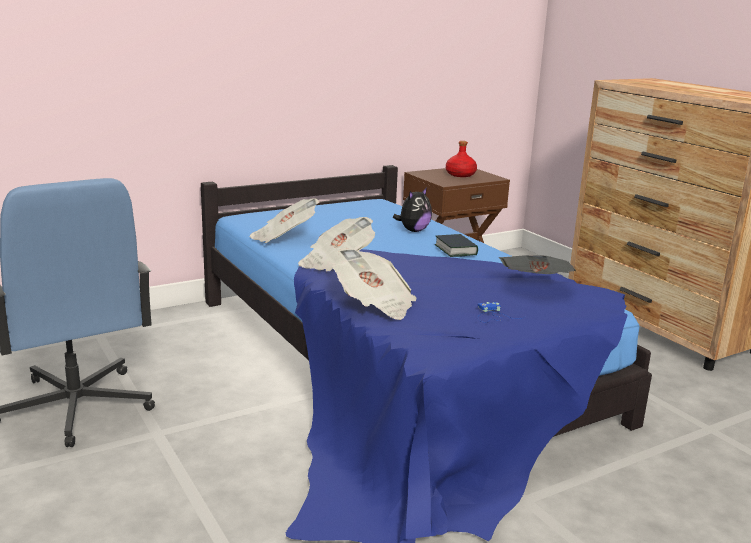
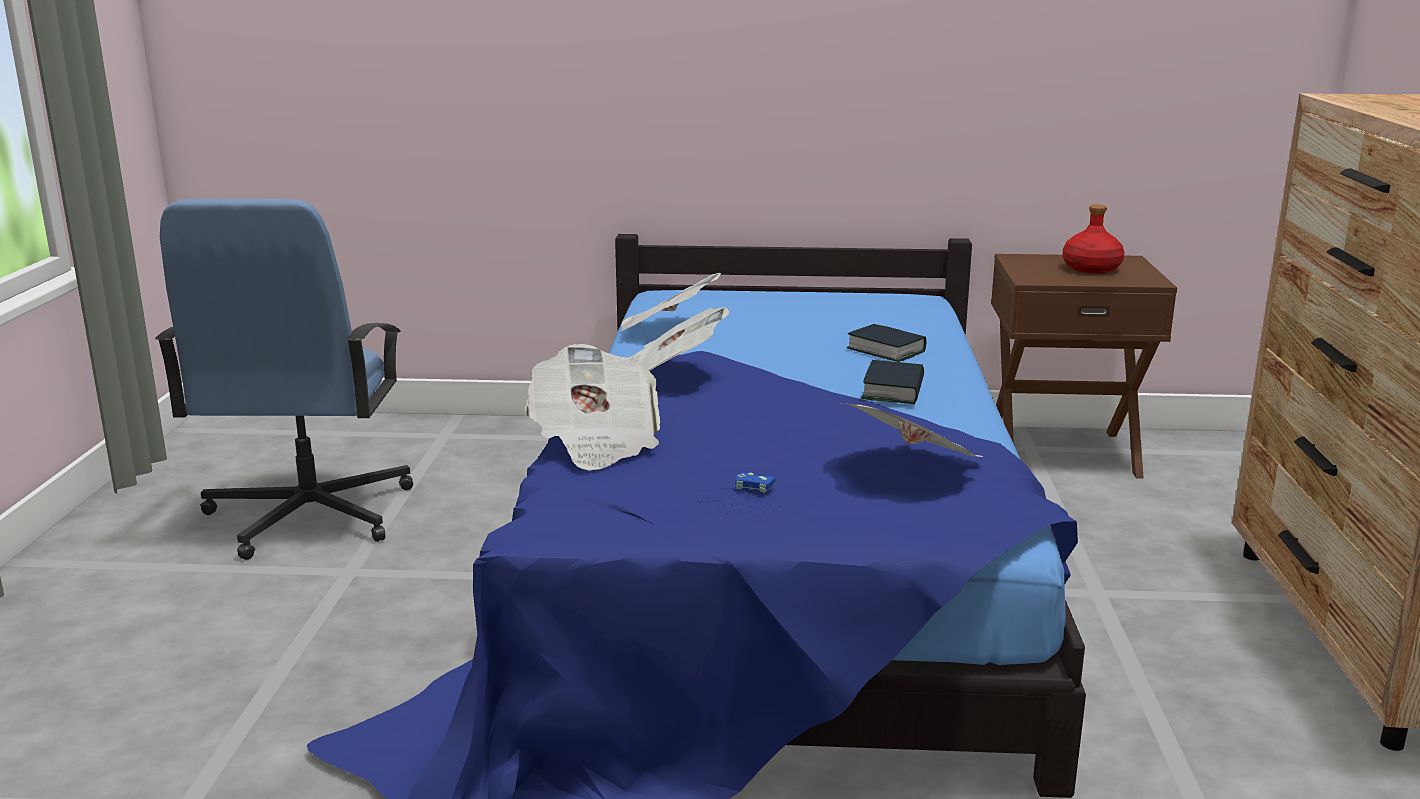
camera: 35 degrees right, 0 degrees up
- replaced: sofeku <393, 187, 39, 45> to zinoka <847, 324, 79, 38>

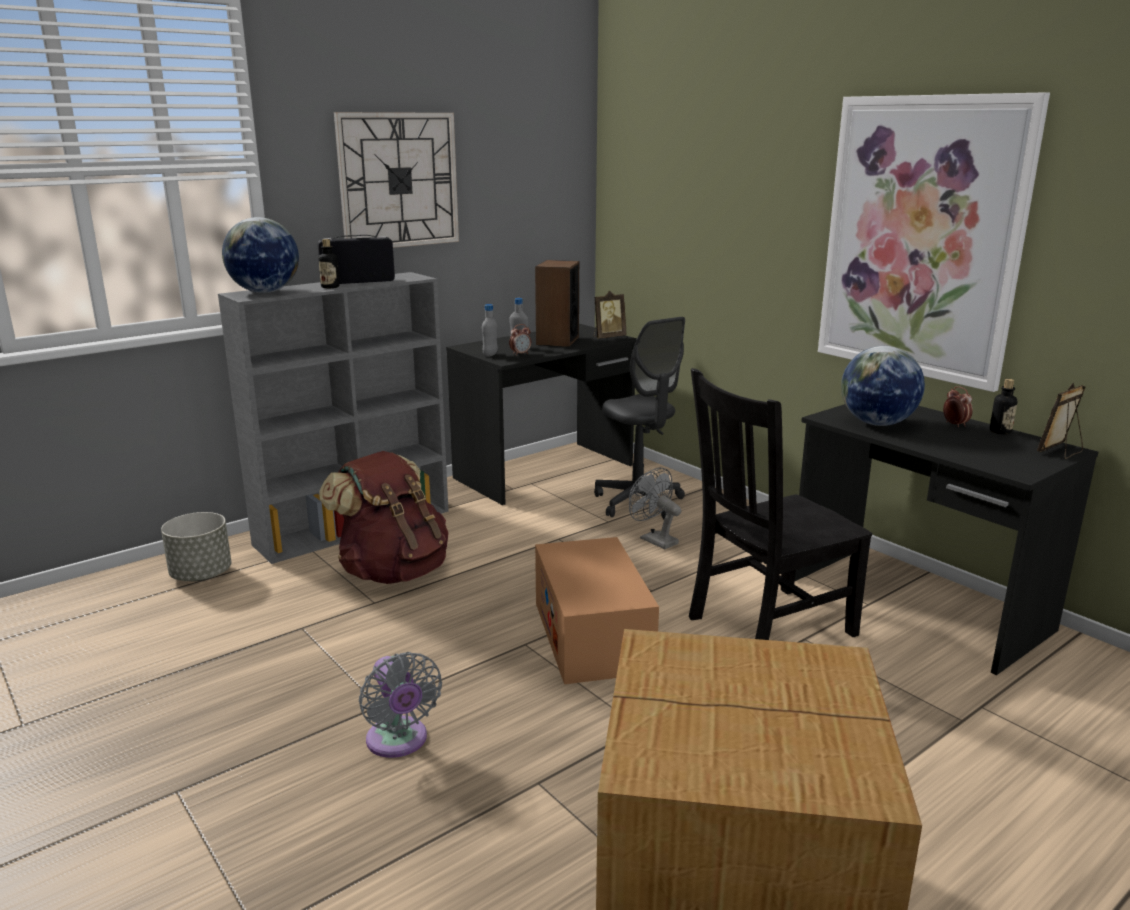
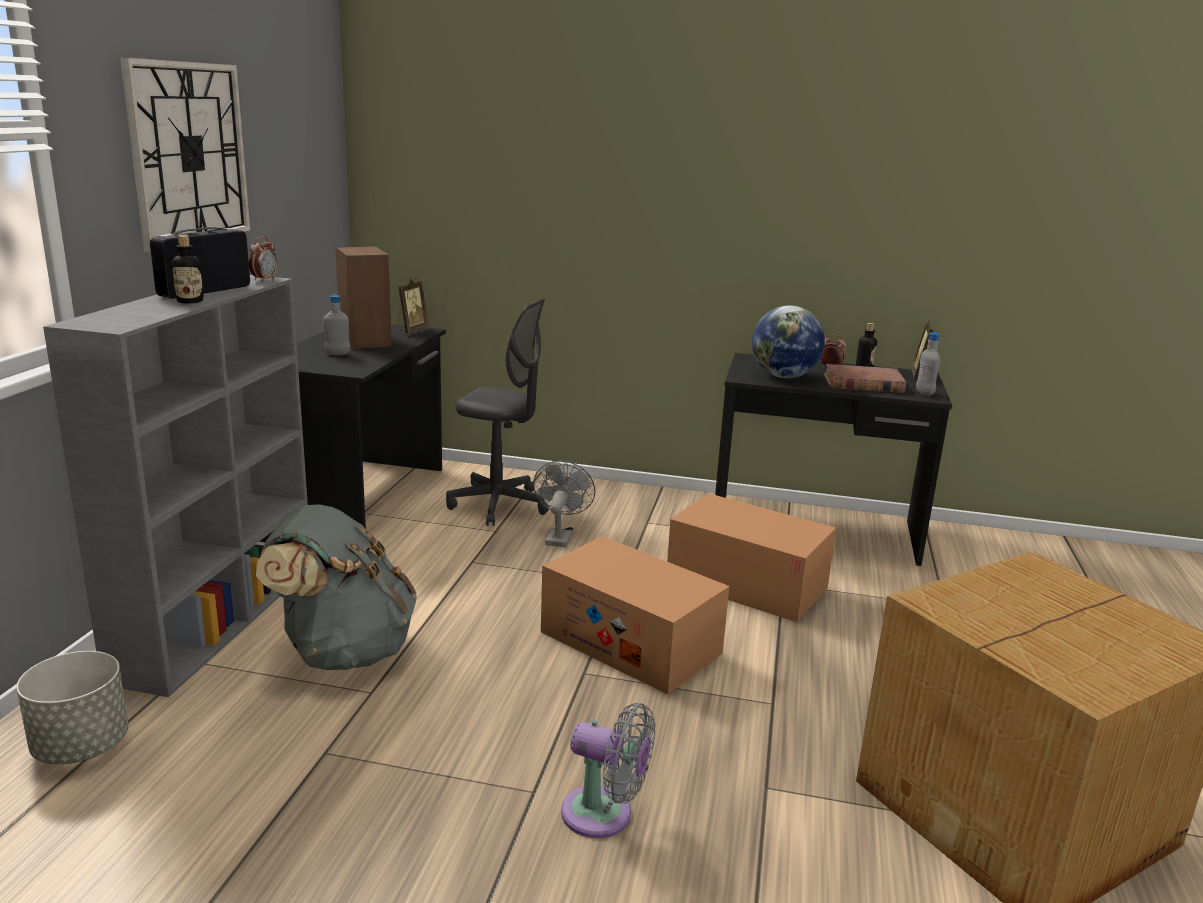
camera: 40 degrees left, 0 degrees up
- moved: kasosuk <509, 324, 22, 31> to <249, 236, 28, 46>
- recoloured: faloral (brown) <319, 451, 129, 133> to faloral (grey) <256, 504, 161, 166>
- turned: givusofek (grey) <629, 467, 52, 82> = <533, 461, 63, 86> 90 degrees clockwise
- replaced: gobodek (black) <689, 368, 183, 272> to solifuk <667, 493, 169, 129>
- added: zinoka (brown) <823, 364, 83, 29>
- moved: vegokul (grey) <482, 304, 16, 53> to <916, 332, 25, 64>
- removed: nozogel <222, 217, 77, 76>
- removed: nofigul <818, 92, 232, 300>

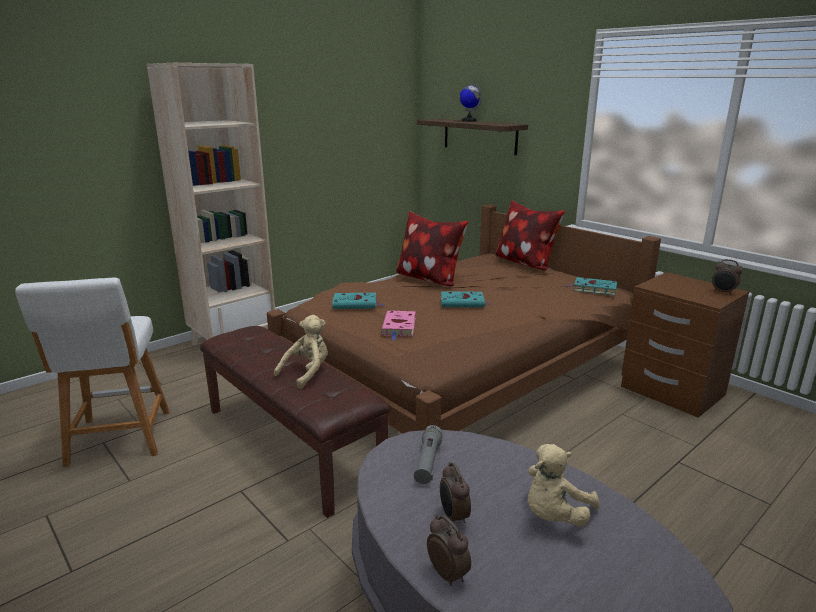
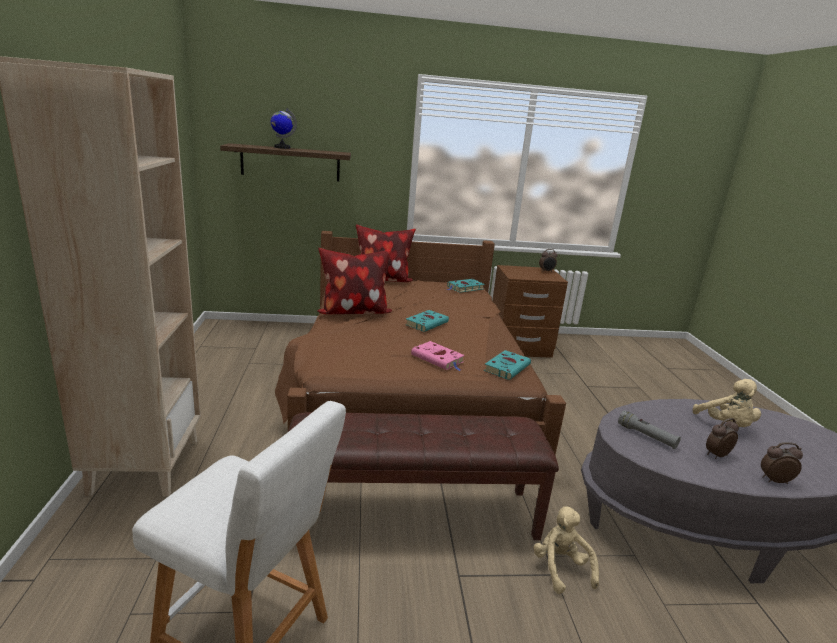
camera: 55 degrees left, 0 degrees up
- moved: zinoka (turquoise) <332, 293, 52, 16> to <484, 350, 47, 30>
- moved: sofeku (beige) <274, 315, 54, 74> to <533, 506, 66, 88>
- turned: kasosuk <440, 462, 31, 61> = <706, 418, 33, 41> 135 degrees clockwise

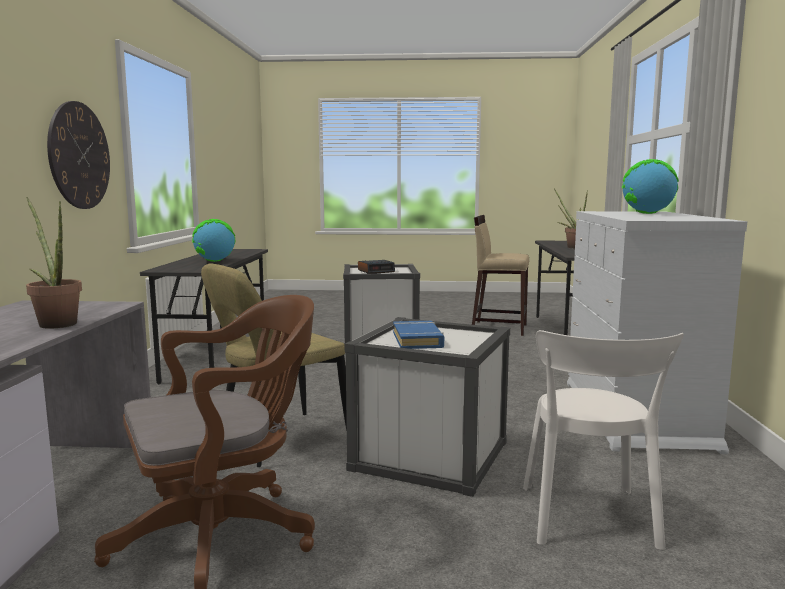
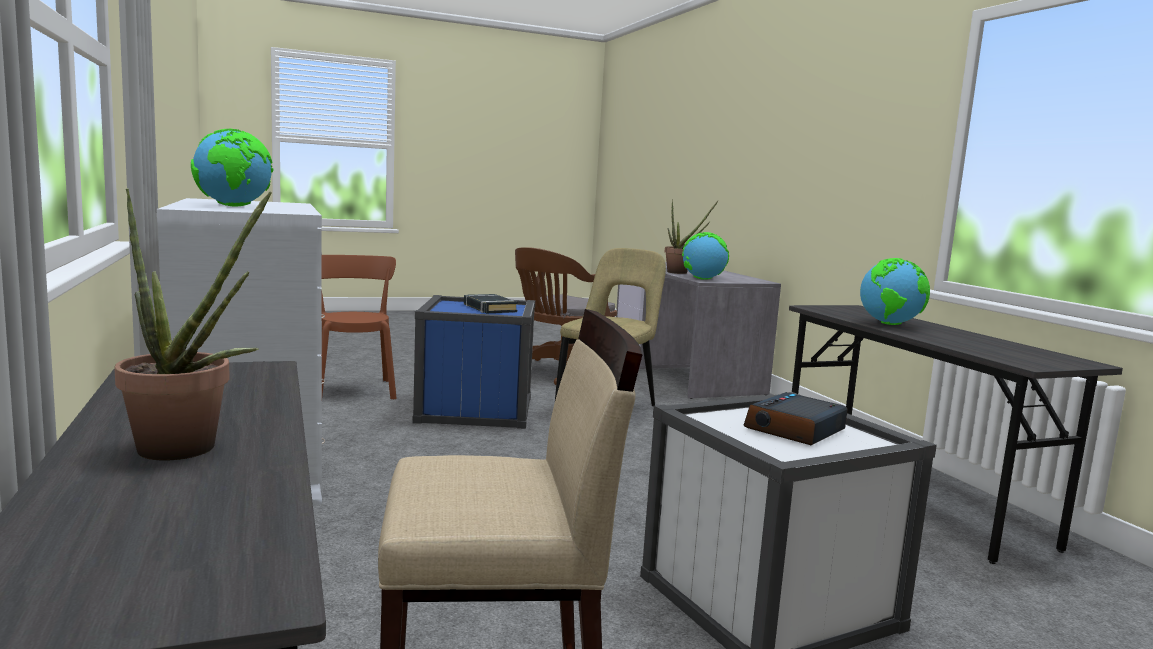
camera: 155 degrees right, 0 degrees up
- recoloured: gobodek (white) <523, 330, 161, 220> to gobodek (brown) <321, 255, 76, 144>
- recoloured: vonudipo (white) <345, 317, 165, 180> to vonudipo (blue) <412, 295, 123, 134>
- recoloured: zinoka (blue) <393, 321, 51, 28> to zinoka (black) <464, 294, 54, 19>
- added: nozogel <682, 232, 47, 48>
- removed: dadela <47, 101, 63, 108>

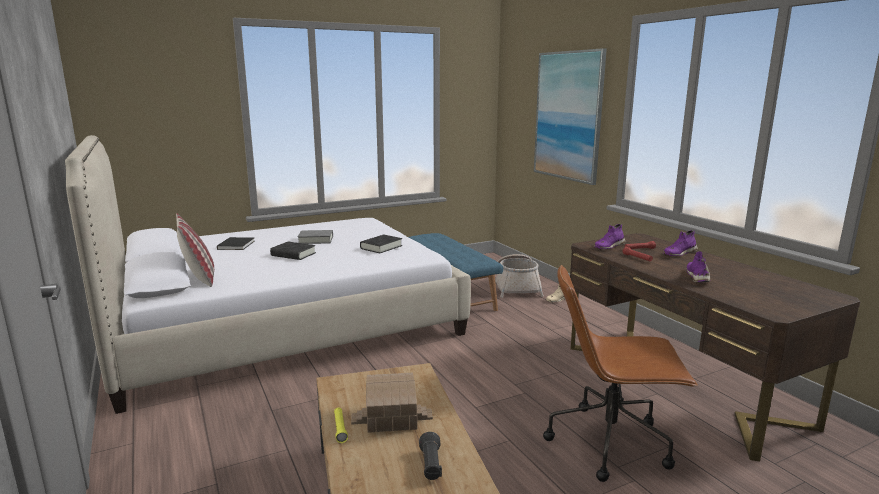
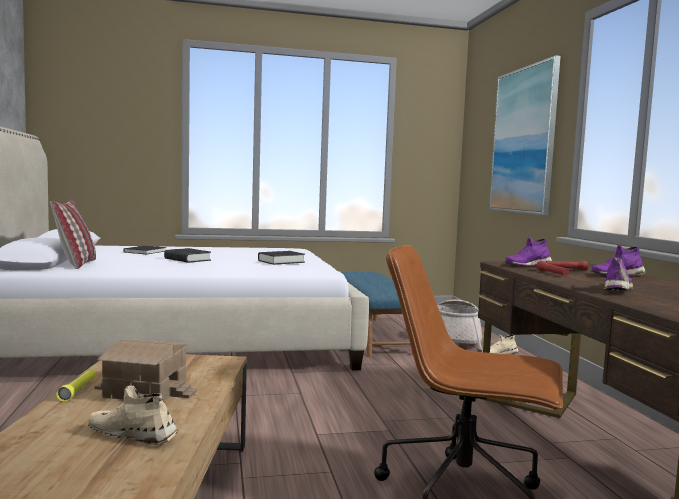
camera: 15 degrees right, 10 degrees down
- replaced: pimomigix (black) <419, 432, 23, 48> to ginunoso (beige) <88, 386, 90, 59>
- removed: zinoka (grey) <298, 230, 35, 14>

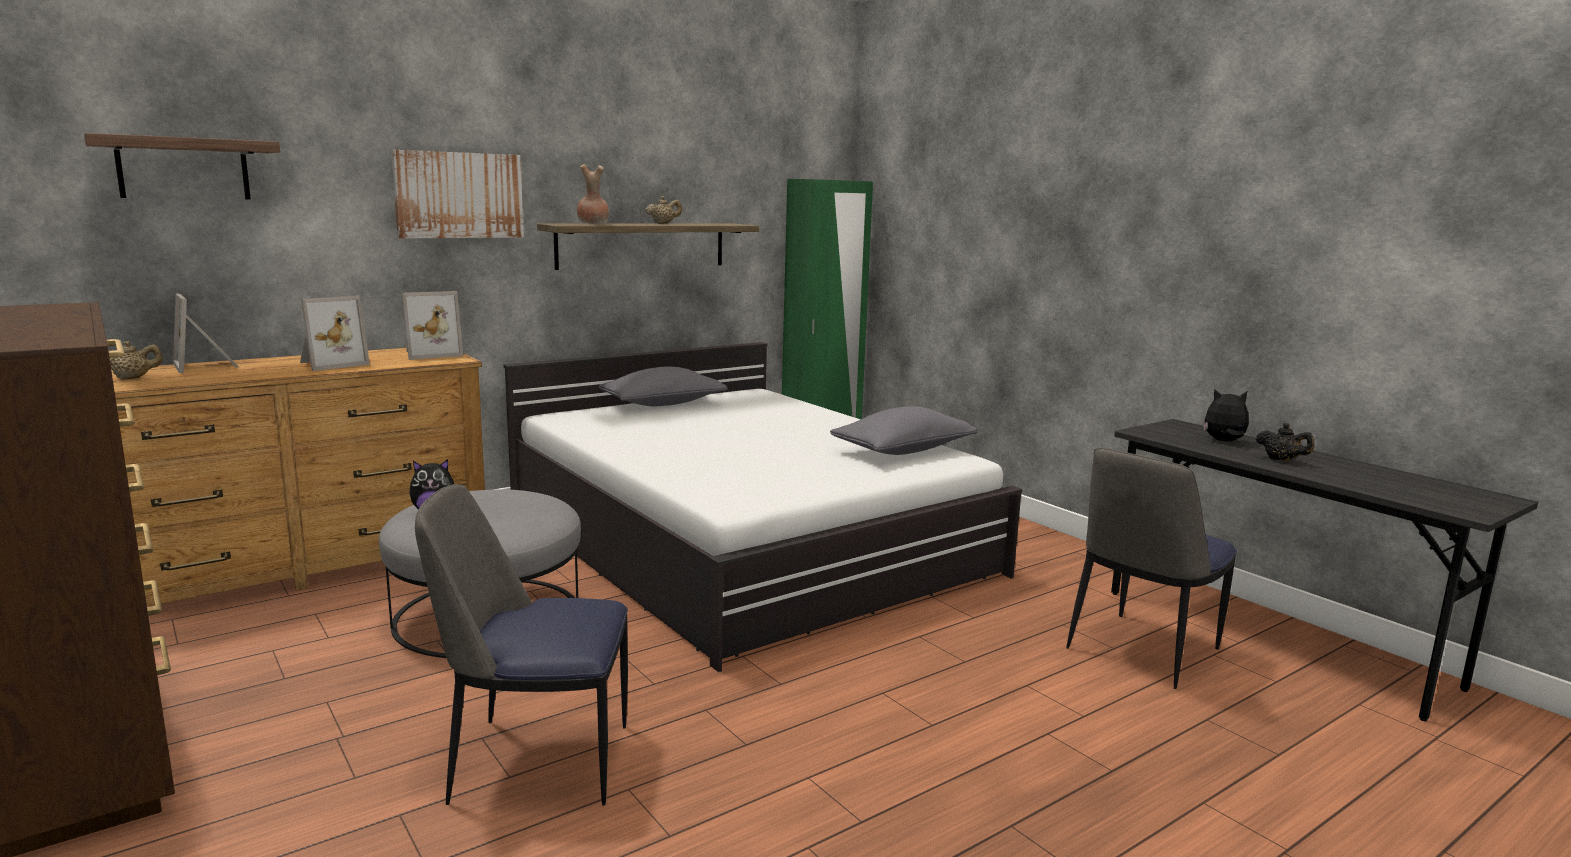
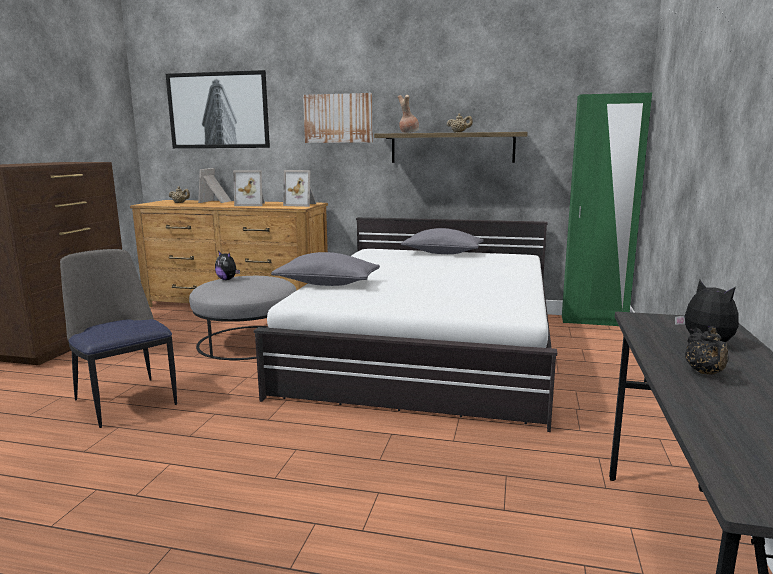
camera: 50 degrees right, 0 degrees up
- replaced: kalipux <84, 133, 196, 67> to nofigul <166, 70, 104, 78>
- moved: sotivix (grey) <830, 406, 148, 49> to <271, 252, 109, 34>
- removed: gobodek <1066, 448, 171, 241>

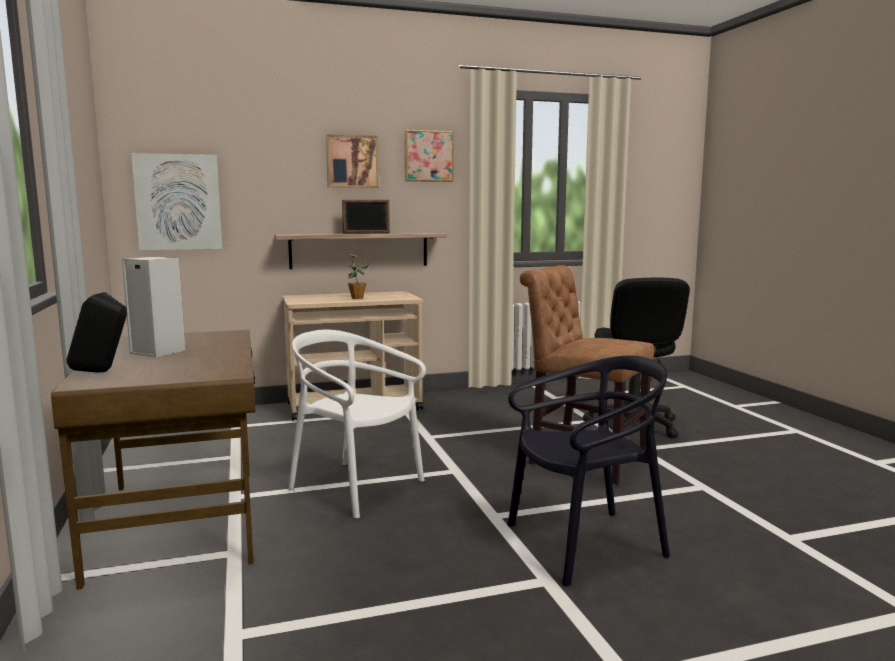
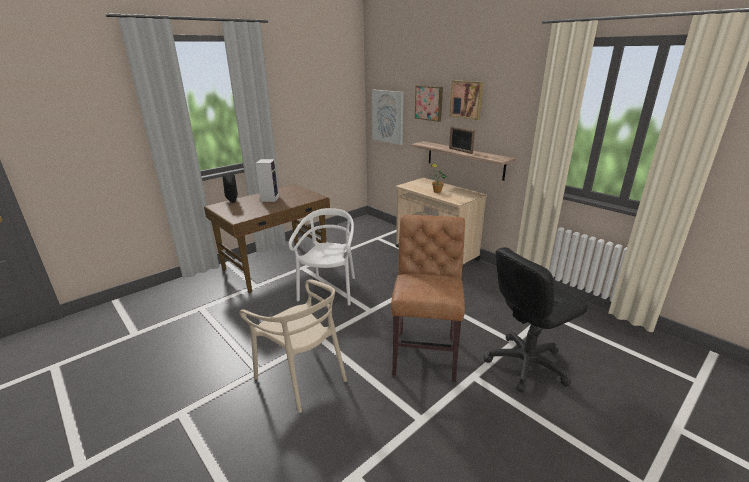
camera: 65 degrees right, 15 degrees up
- recoloured: gobodek (black) <507, 356, 163, 230> to gobodek (beige) <239, 279, 108, 134>
- moved: nofigul <404, 129, 50, 53> to <415, 85, 28, 37>

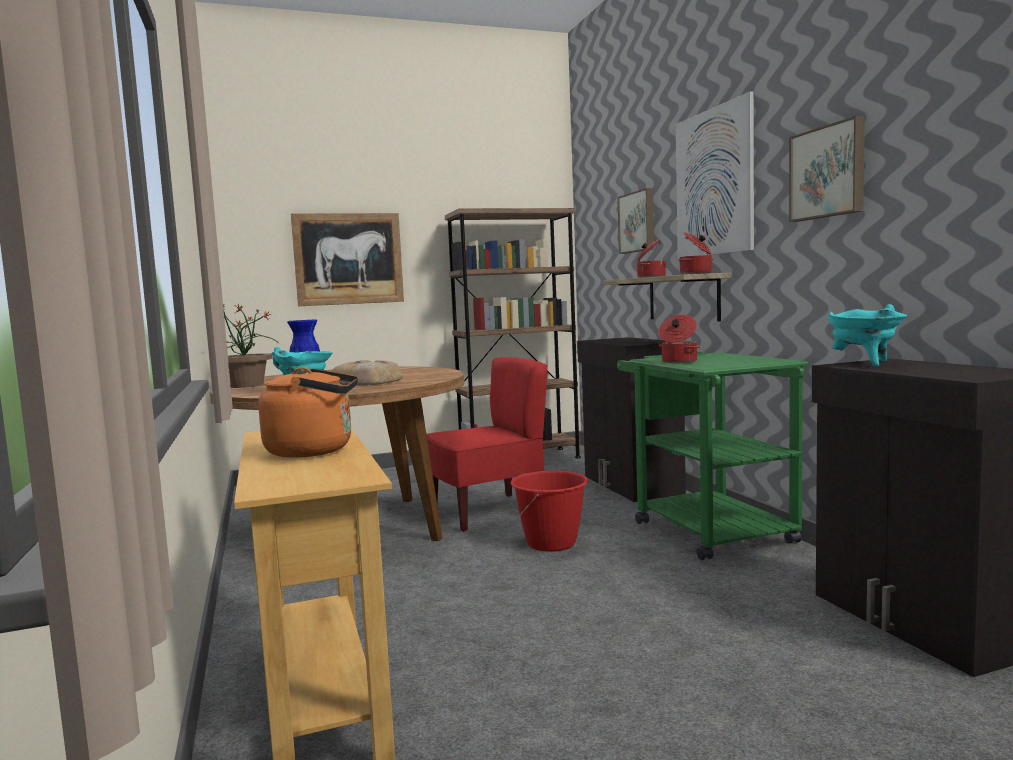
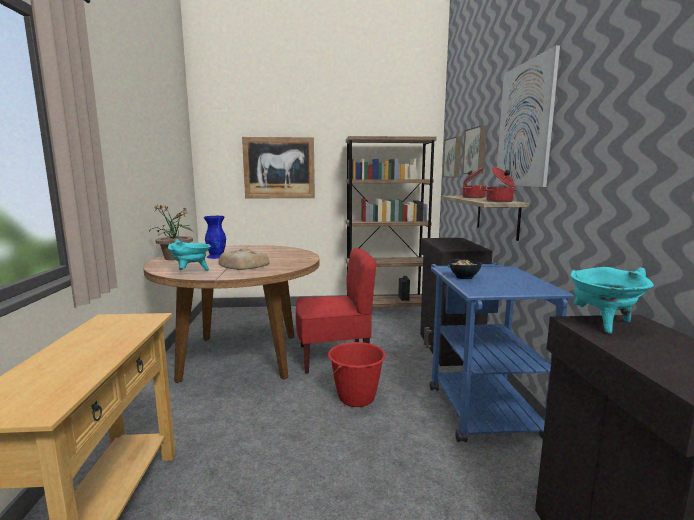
camera: 15 degrees right, 5 degrees up
- recoloured: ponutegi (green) <617, 352, 192, 208> to ponutegi (blue) <430, 263, 144, 179>
- moved: nofigul <789, 116, 76, 106> to <443, 137, 18, 41>
- replaced: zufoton <658, 315, 42, 48> to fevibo <449, 259, 33, 20>
- removed: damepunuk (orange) <258, 367, 100, 91>

